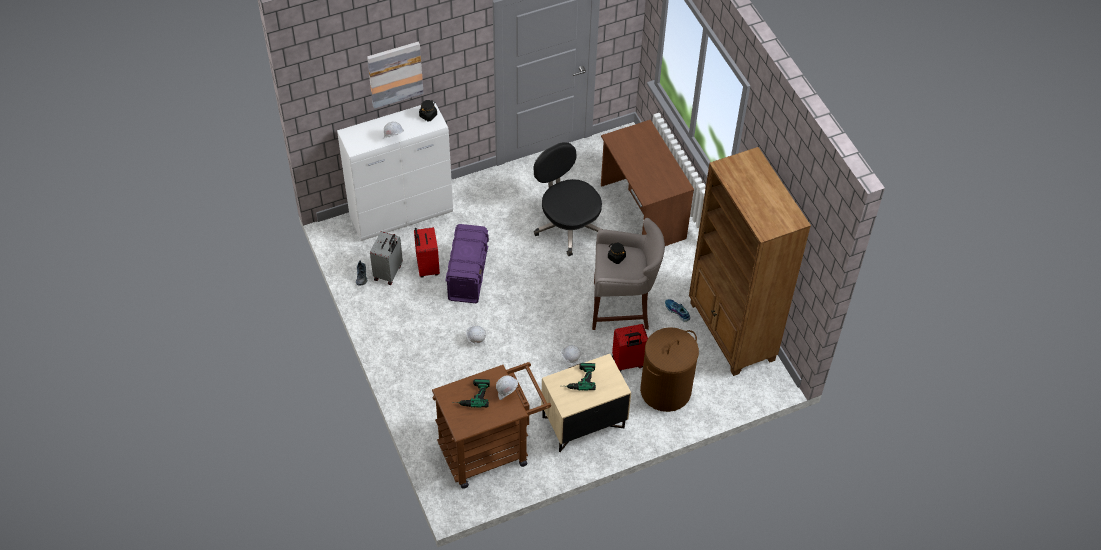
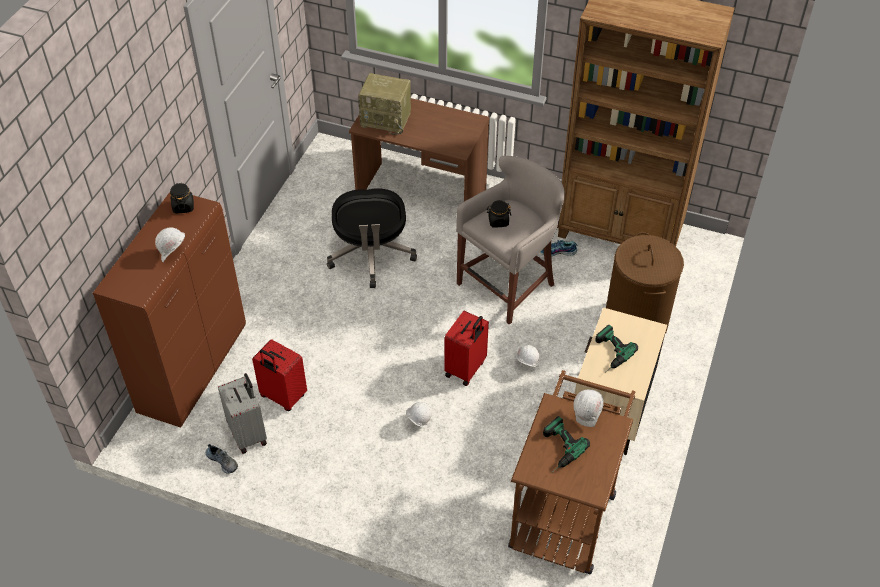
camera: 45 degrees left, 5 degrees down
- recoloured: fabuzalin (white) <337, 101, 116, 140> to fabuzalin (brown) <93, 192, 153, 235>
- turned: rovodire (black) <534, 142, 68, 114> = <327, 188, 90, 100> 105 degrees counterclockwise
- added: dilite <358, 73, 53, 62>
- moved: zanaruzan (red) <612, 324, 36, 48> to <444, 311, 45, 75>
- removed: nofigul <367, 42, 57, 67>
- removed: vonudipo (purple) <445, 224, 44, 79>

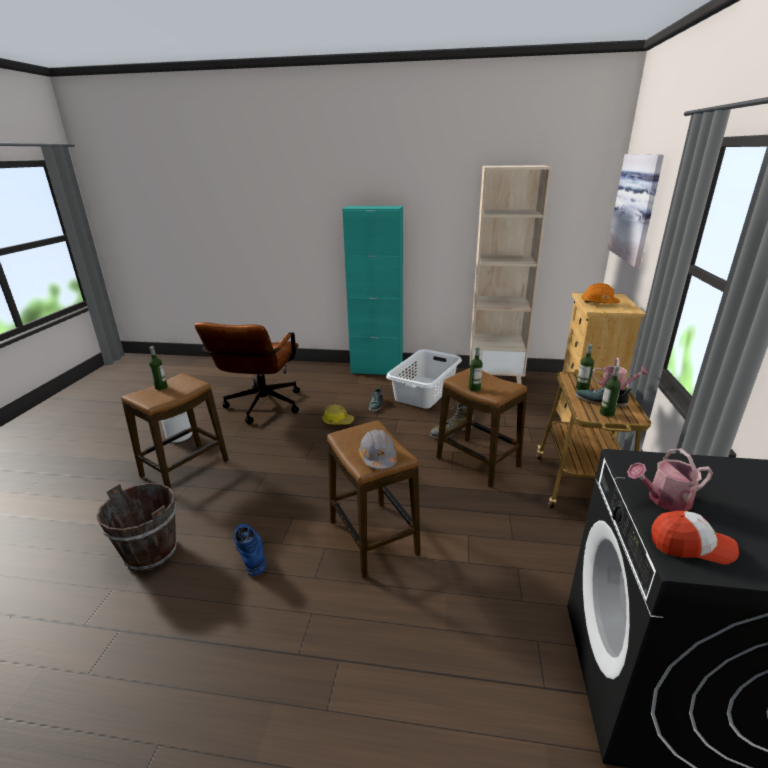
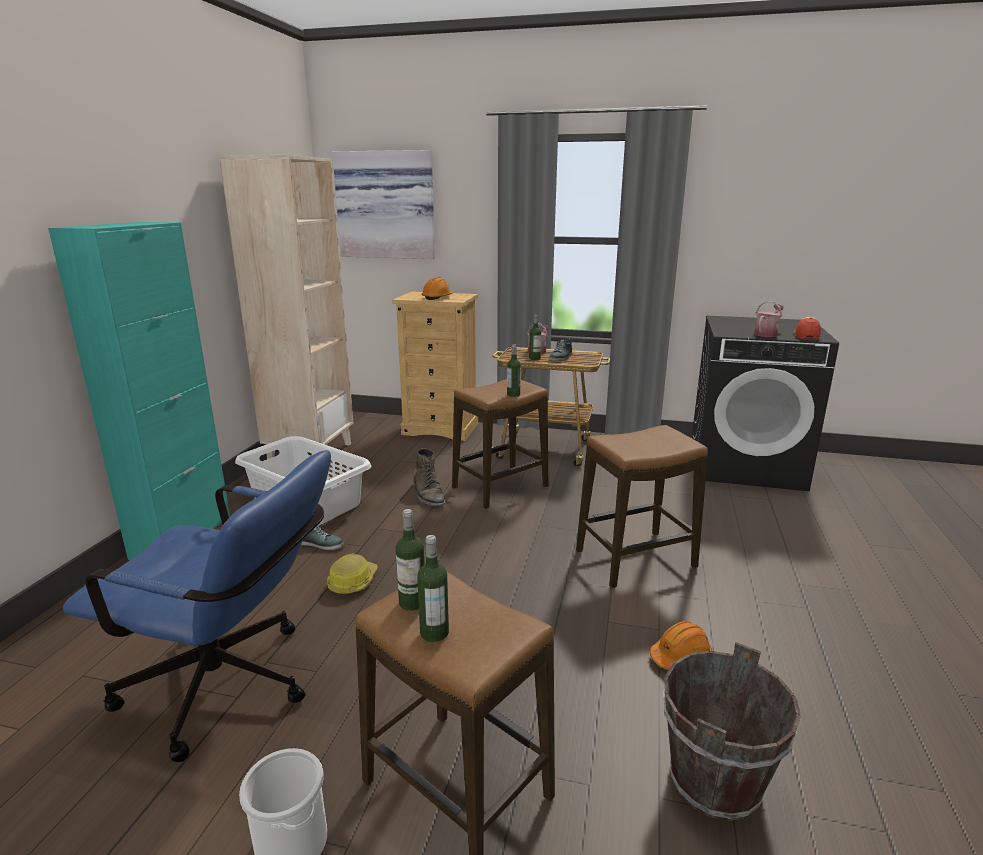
camera: 85 degrees left, 5 degrees down
- recoloured: rovodire (brown) <194, 322, 106, 102> to rovodire (blue) <63, 450, 268, 312>
- moved: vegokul <600, 366, 21, 51> to <395, 509, 30, 102>
- replaced: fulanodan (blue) <234, 523, 33, 53> to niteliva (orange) <650, 621, 62, 49>
- turned: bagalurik <627, 448, 86, 63> = <754, 301, 30, 36> 135 degrees counterclockwise
- removed: niteliva (grey) <358, 429, 39, 40>

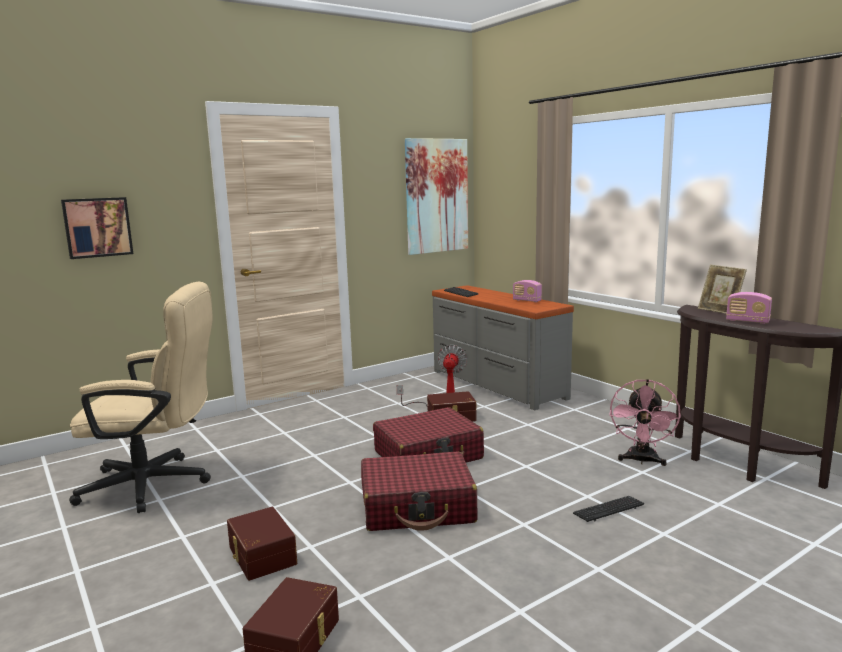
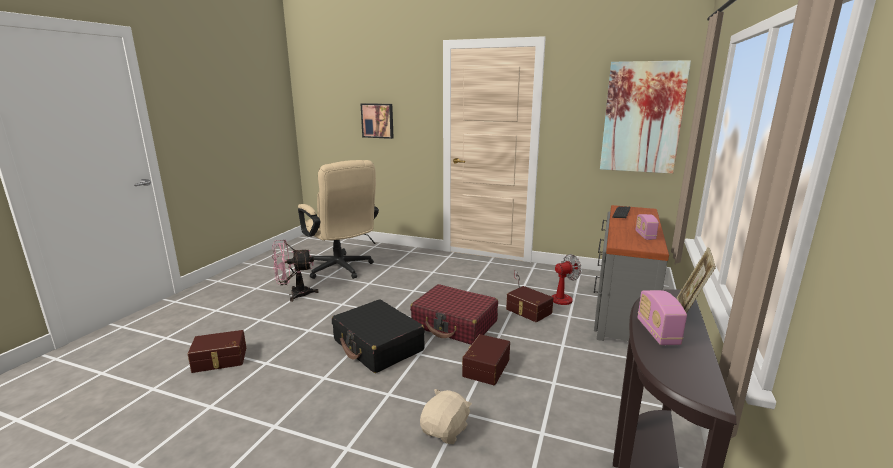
camera: 55 degrees right, 5 degrees up
- moved: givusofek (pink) <609, 379, 71, 87> to <272, 240, 47, 62>
- recoloured: zanaruzan (red) <361, 451, 117, 80> to zanaruzan (black) <332, 299, 93, 74>
- replaced: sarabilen <573, 496, 71, 26> to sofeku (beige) <420, 389, 52, 55>
- moved: vonudipo (brown) <227, 507, 70, 74> to <462, 334, 48, 51>

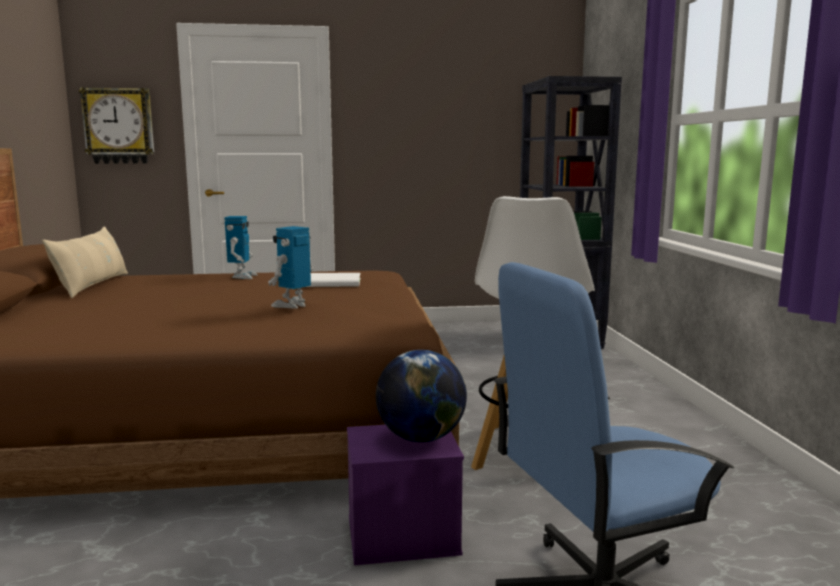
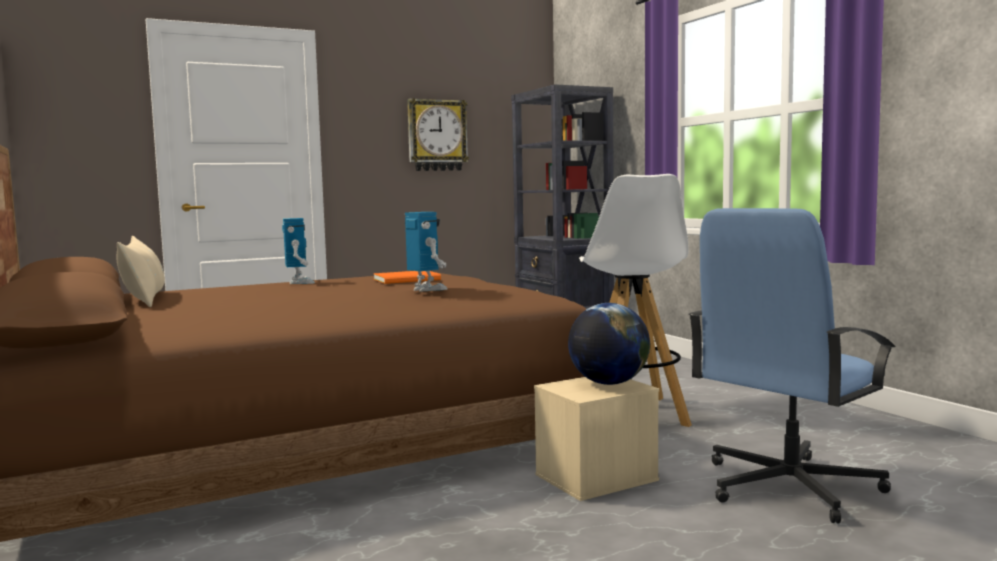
camera: 20 degrees left, 5 degrees down
- recoloured: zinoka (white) <307, 273, 53, 14> to zinoka (orange) <373, 271, 68, 13>
- turned: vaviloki <268, 226, 46, 83> = <405, 212, 43, 80> 120 degrees clockwise
- moved: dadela <79, 87, 75, 77> to <407, 98, 62, 73>
- recoloured: vonudipo (purple) <347, 425, 117, 140> to vonudipo (beige) <534, 377, 125, 124>

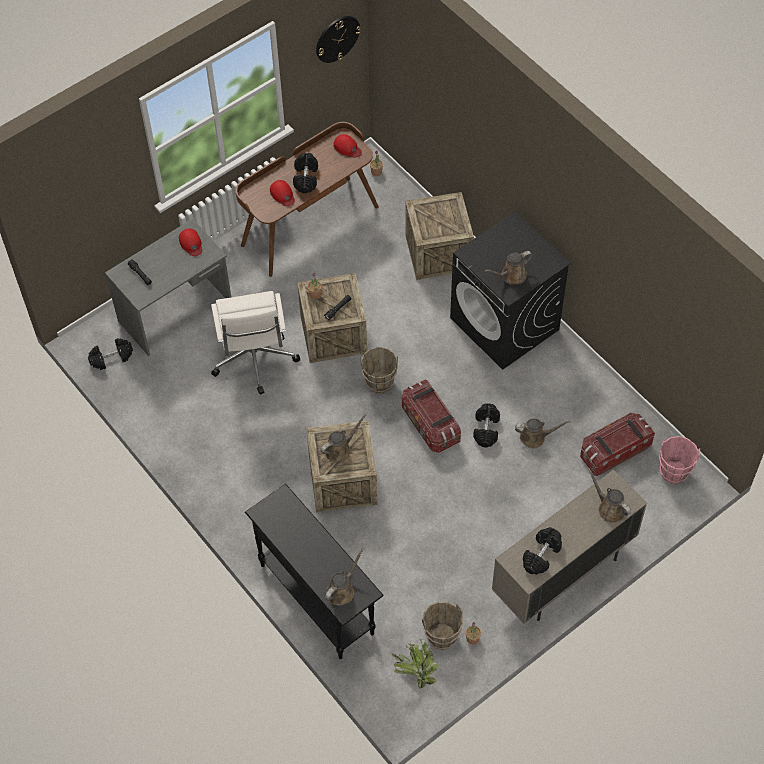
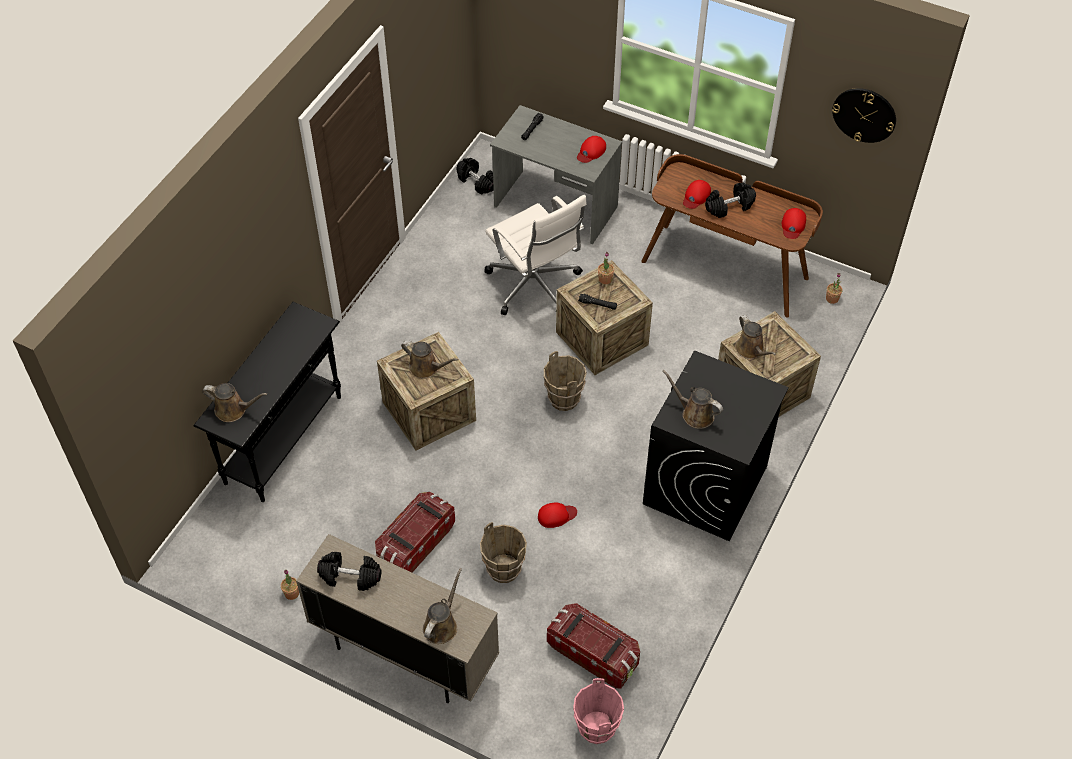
camera: 65 degrees right, 5 degrees down
- moved: vonudipo <401, 380, 60, 73> to <375, 492, 80, 81>
- moved: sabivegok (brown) <422, 602, 41, 48> to <480, 522, 47, 61>
- turned: rovodire (white) <211, 291, 89, 104> = <485, 195, 102, 120> 90 degrees counterclockwise
- replaced: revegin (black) <473, 403, 27, 45> to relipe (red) <538, 503, 39, 25>
- moved: bagalurik (brown) <515, 419, 56, 29> to <735, 315, 41, 44>
- removed: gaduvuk <392, 639, 46, 50>

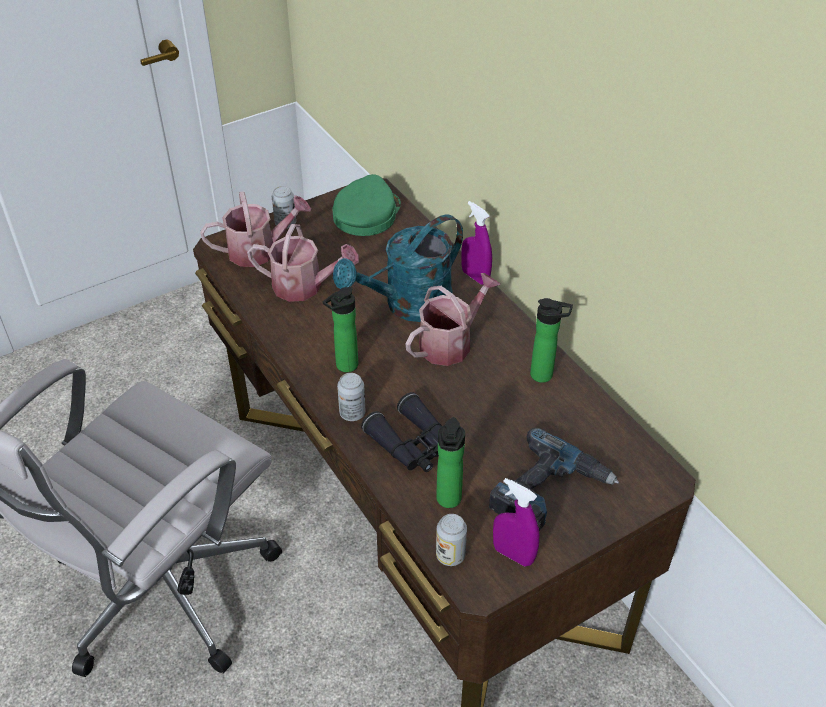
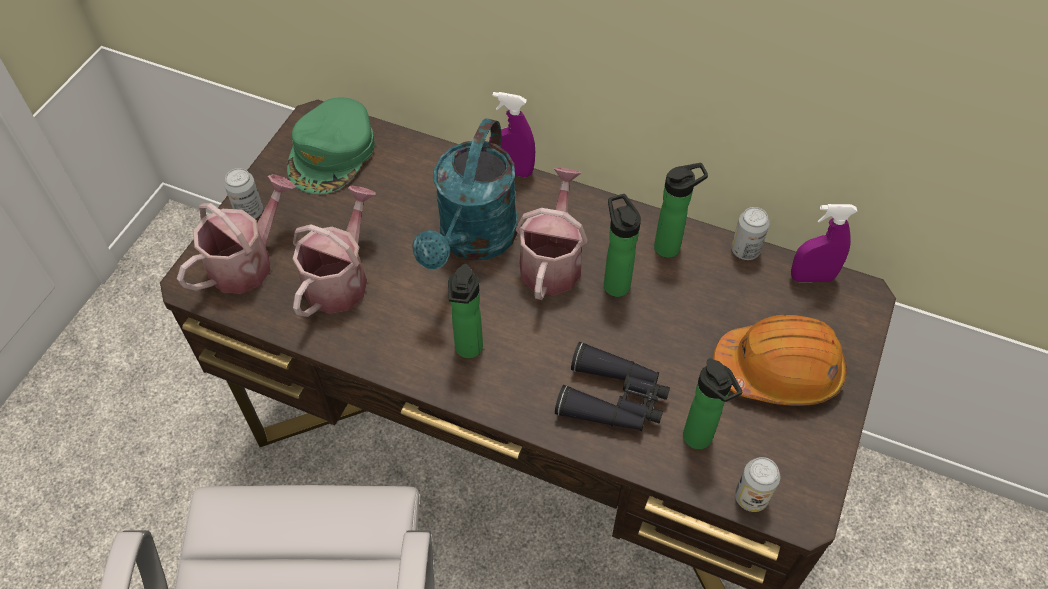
camera: 35 degrees left, 10 degrees up
- turned: relipe (green) <332, 174, 69, 62> = <287, 98, 88, 96> 150 degrees counterclockwise
- turned: bagalurik <247, 224, 112, 78> = <293, 186, 83, 131> 45 degrees counterclockwise
- added: vegokul <604, 194, 37, 103>
- replaced: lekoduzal <489, 428, 130, 103> to niteliva (orange) <713, 315, 134, 91>
- moved: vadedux <337, 373, 28, 48> to <731, 207, 39, 53>
- moved: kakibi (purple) <493, 478, 46, 88> to <791, 204, 67, 78>

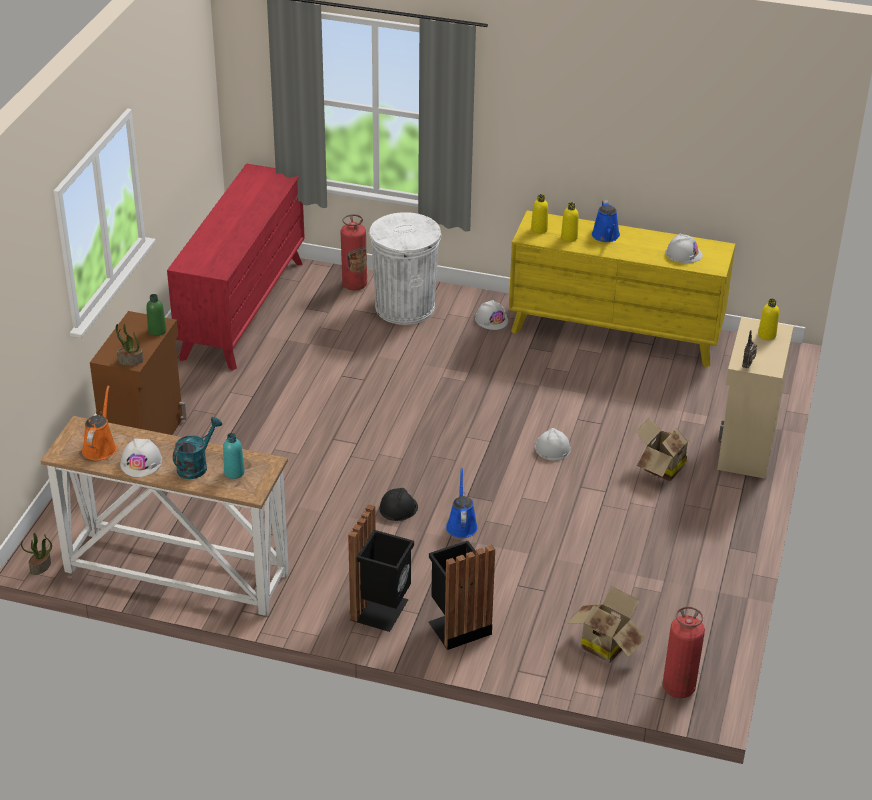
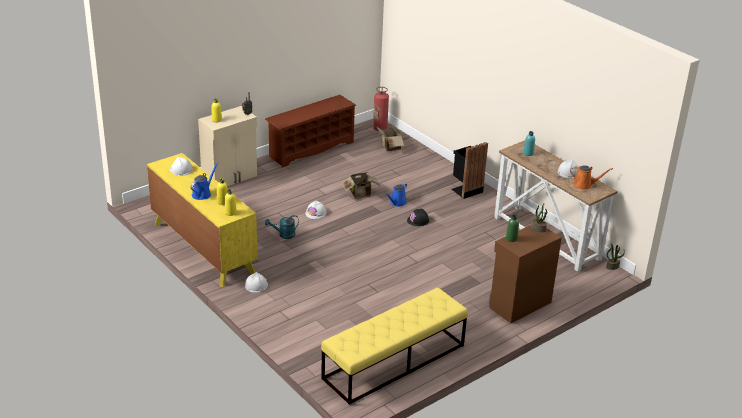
camera: 145 degrees left, 5 degrees down
- added: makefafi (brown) <265, 95, 91, 73>
- moved: bagalurik (turquoise) <173, 417, 49, 62> to <265, 215, 34, 24>
- replaced: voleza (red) <167, 163, 138, 208> to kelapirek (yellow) <321, 288, 147, 117>
- moved: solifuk <635, 417, 60, 64> to <341, 172, 39, 27>
- turned: bagalurik (orange) <82, 386, 35, 74> = <570, 165, 43, 25> 120 degrees counterclockwise
- removed: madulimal <340, 214, 27, 77>
- removed: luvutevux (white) <369, 212, 72, 113>
- removed: luvutevux (black) <429, 541, 66, 109>

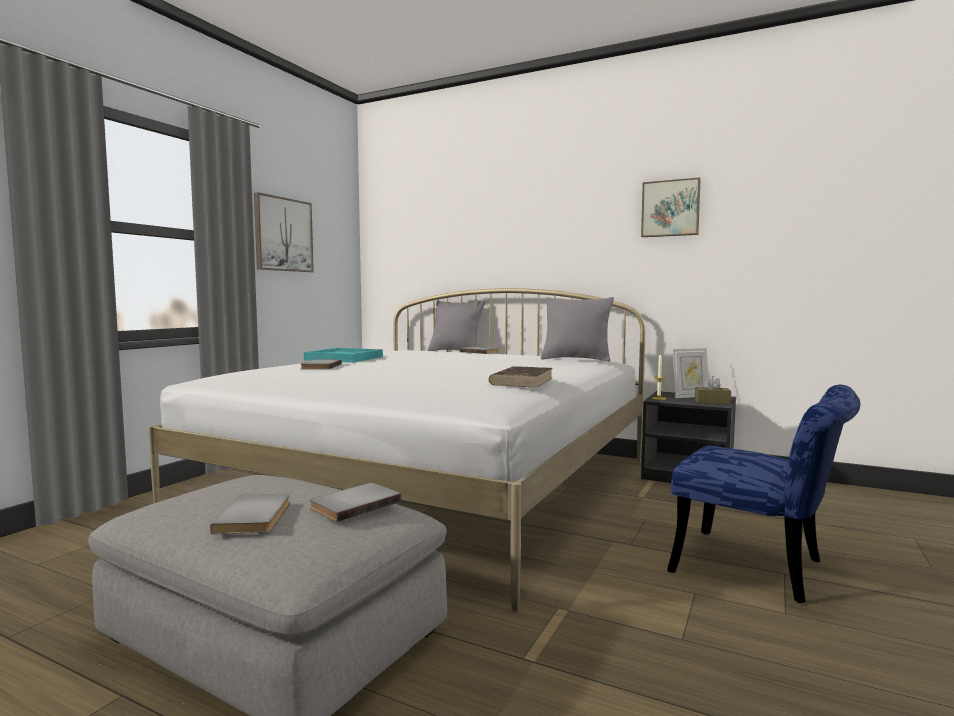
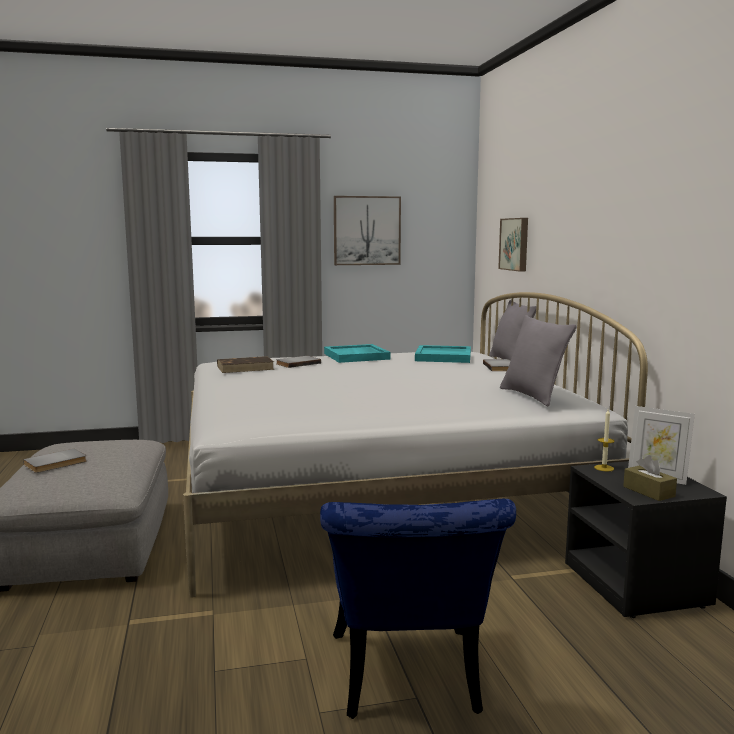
camera: 50 degrees right, 5 degrees up
- moved: zinoka (brown) <489, 366, 63, 22> to <217, 356, 57, 17>
- added: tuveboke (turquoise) <415, 345, 56, 18>
- moved: nofigul <641, 177, 60, 60> to <498, 218, 30, 54>
- removed: zinoka (grey) <310, 483, 92, 39>

